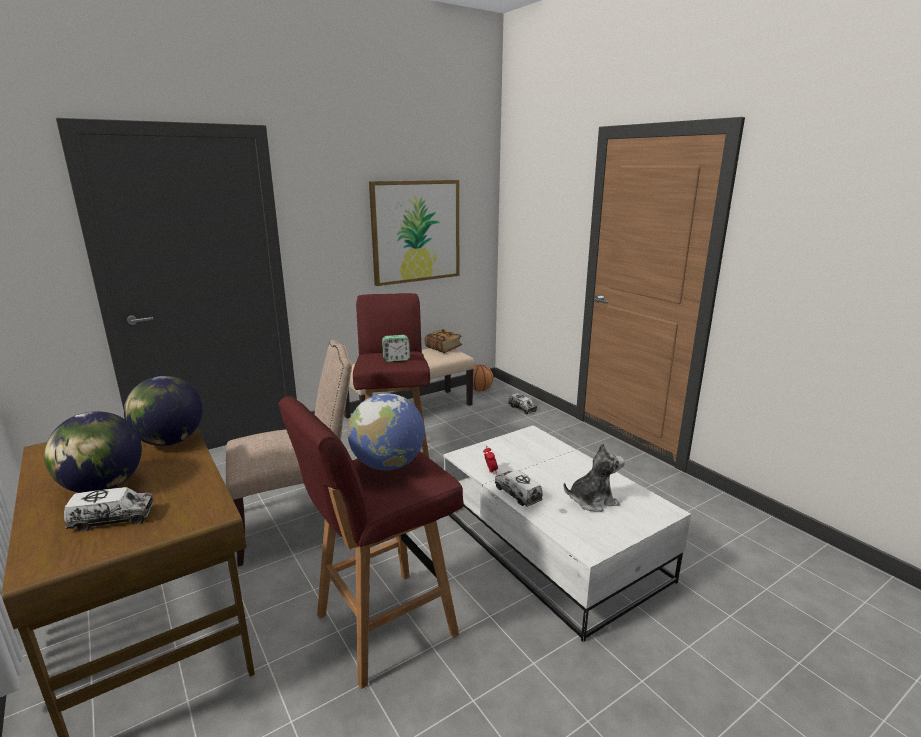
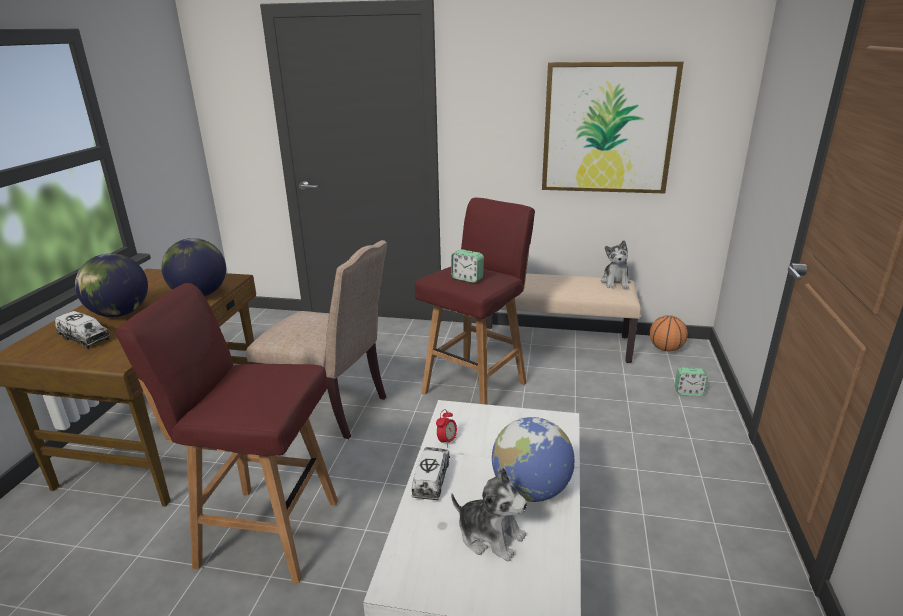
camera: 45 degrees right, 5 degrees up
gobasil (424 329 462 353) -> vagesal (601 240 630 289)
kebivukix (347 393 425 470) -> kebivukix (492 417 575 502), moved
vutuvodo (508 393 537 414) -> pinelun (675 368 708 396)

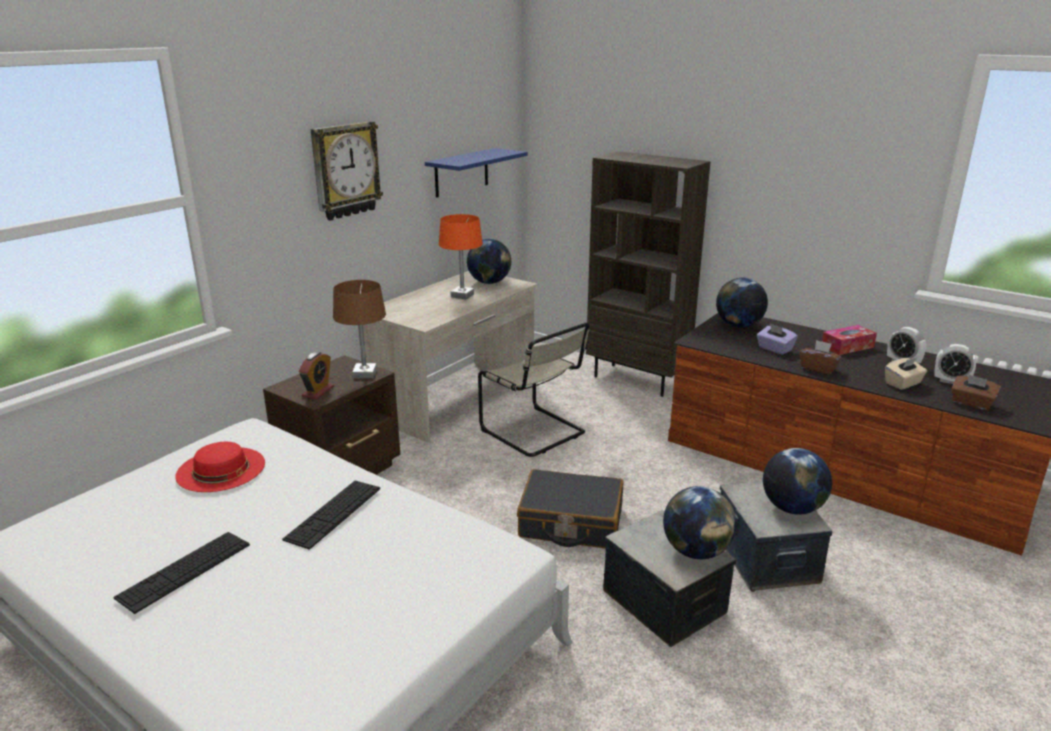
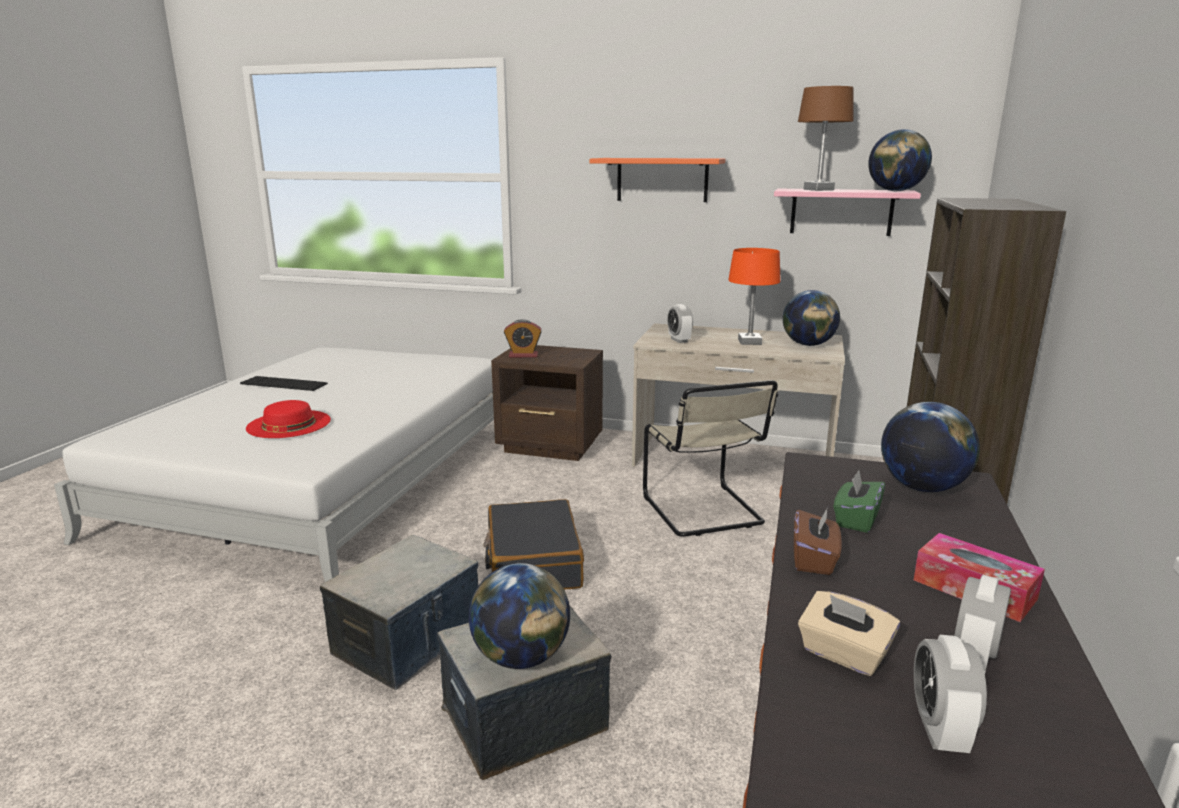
camera: 70 degrees right, 5 degrees down
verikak (310 121 383 221) -> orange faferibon (590 158 725 202)
blue faferibon (425 148 528 198) -> pink faferibon (774 189 921 236)
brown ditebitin (333 280 386 379) -> brown ditebitin (798 86 853 191), moved
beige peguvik (478 322 590 457) -> beige peguvik (643 380 779 537), 45 degrees counterclockwise
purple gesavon (757 323 798 355) -> green gesavon (833 470 885 533)
brown gesavon (951 374 1001 410) -> none
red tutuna (175 442 265 492) -> red tutuna (246 400 331 438), moved
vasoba (282 481 380 550) -> none
kebivukix (663 486 736 559) -> kebivukix (868 129 932 191), moved
none -> pinelun (667 304 693 343)

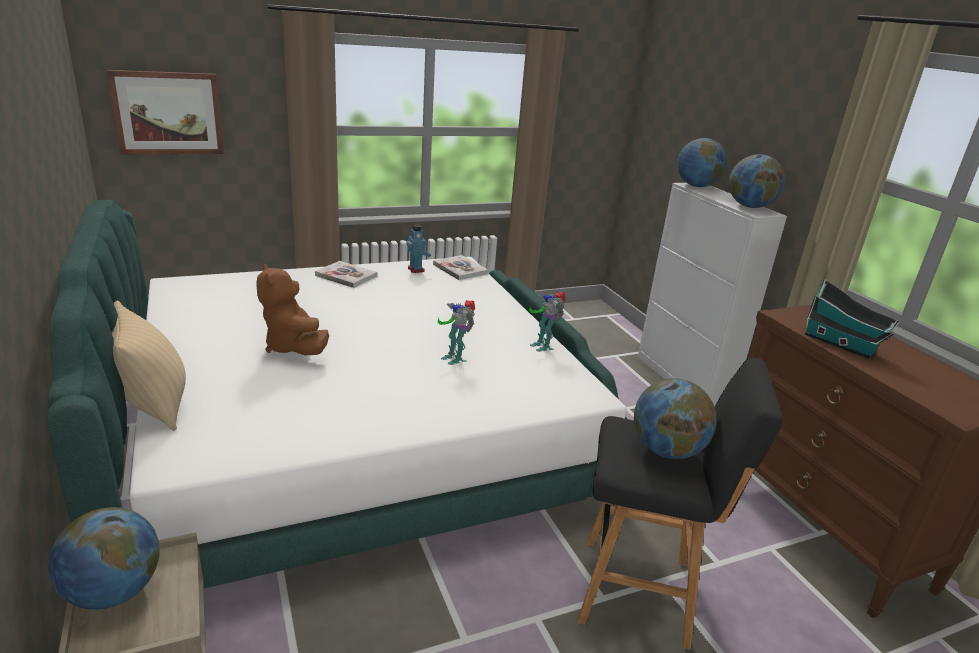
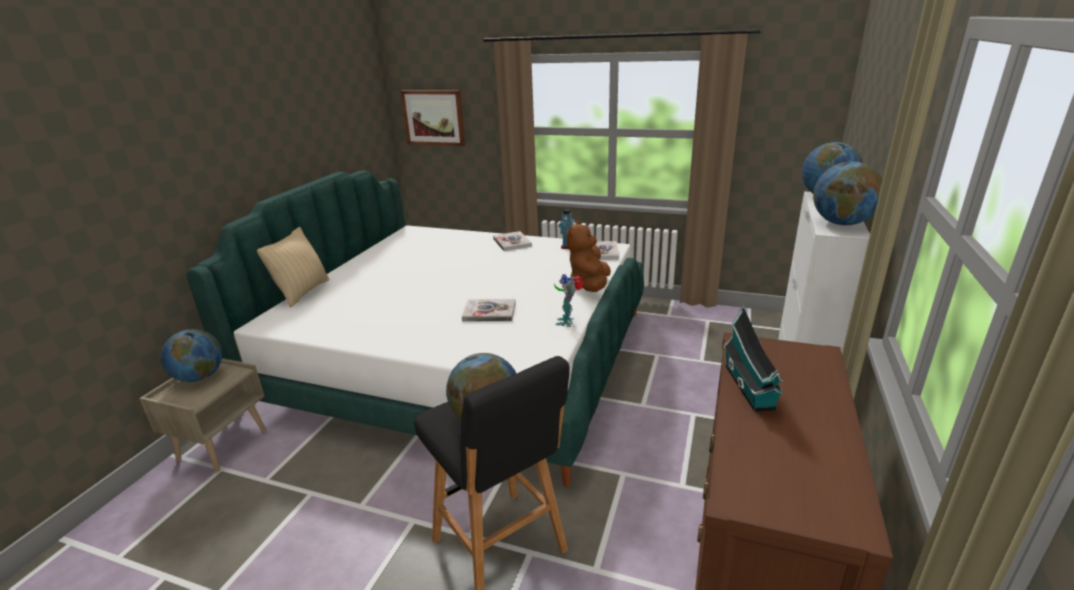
camera: 45 degrees right, 0 degrees up
brown vagesal (257 263 329 355) -> brown vagesal (566 221 611 292), moved
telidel (438 300 475 365) -> gobasil (462 299 516 322)

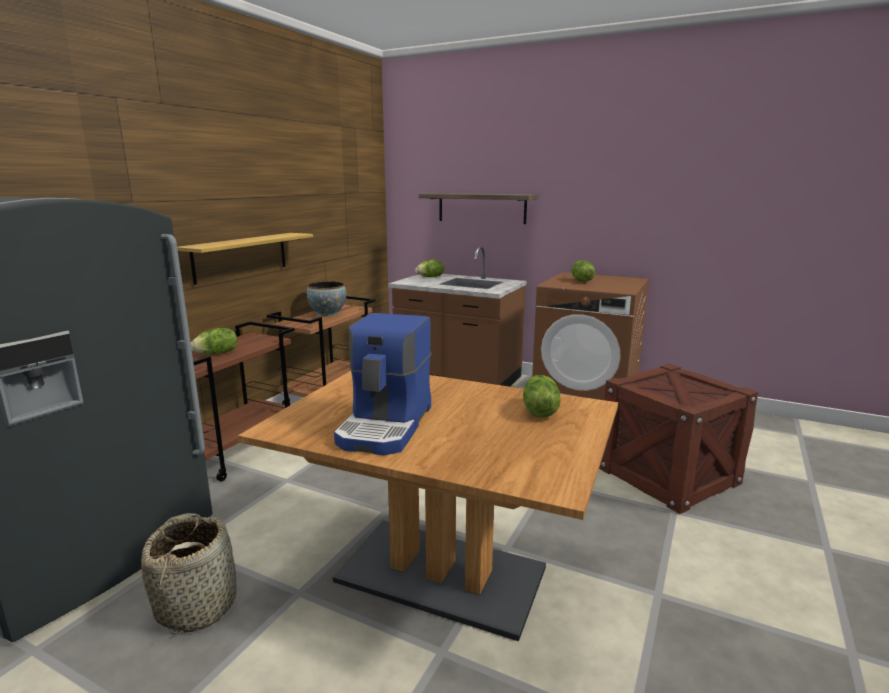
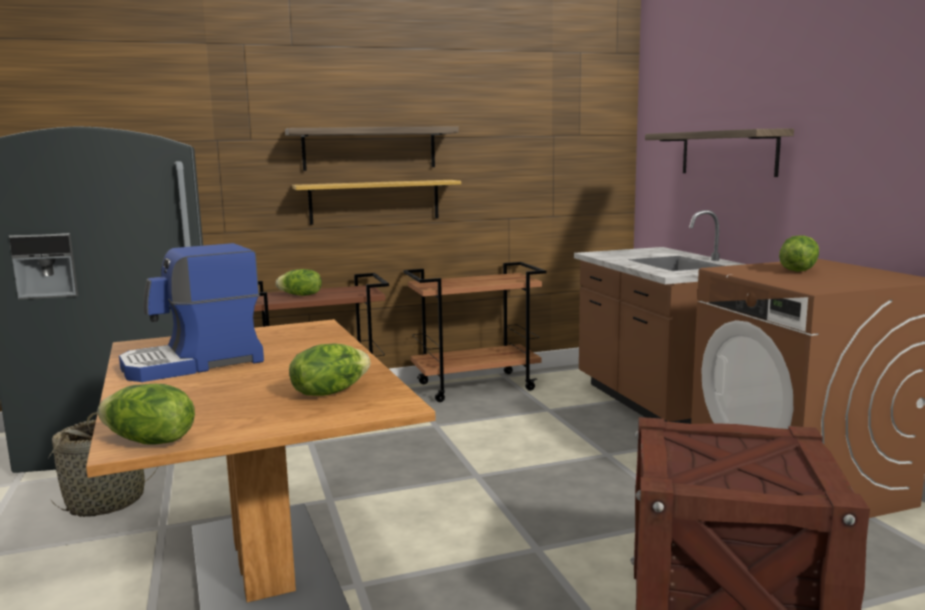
camera: 45 degrees right, 5 degrees down
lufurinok (415 260 444 277) -> lufurinok (97 384 195 445), moved
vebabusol (307 281 346 316) -> none
none -> faferibon (285 126 459 171)

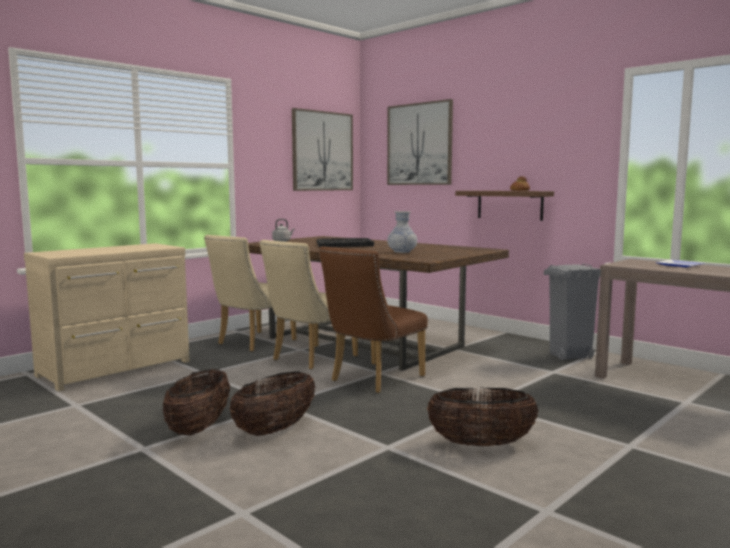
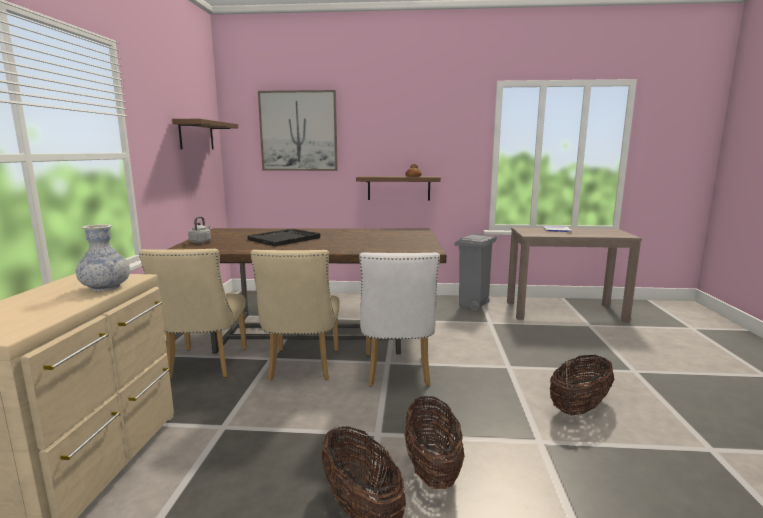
camera: 40 degrees left, 5 degrees up
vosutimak (292 108 353 191) -> brown faferibon (172 119 238 149)
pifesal (387 211 417 253) -> pifesal (76 224 130 291), moved
brown peguvik (319 246 428 393) -> white peguvik (359 252 440 386)

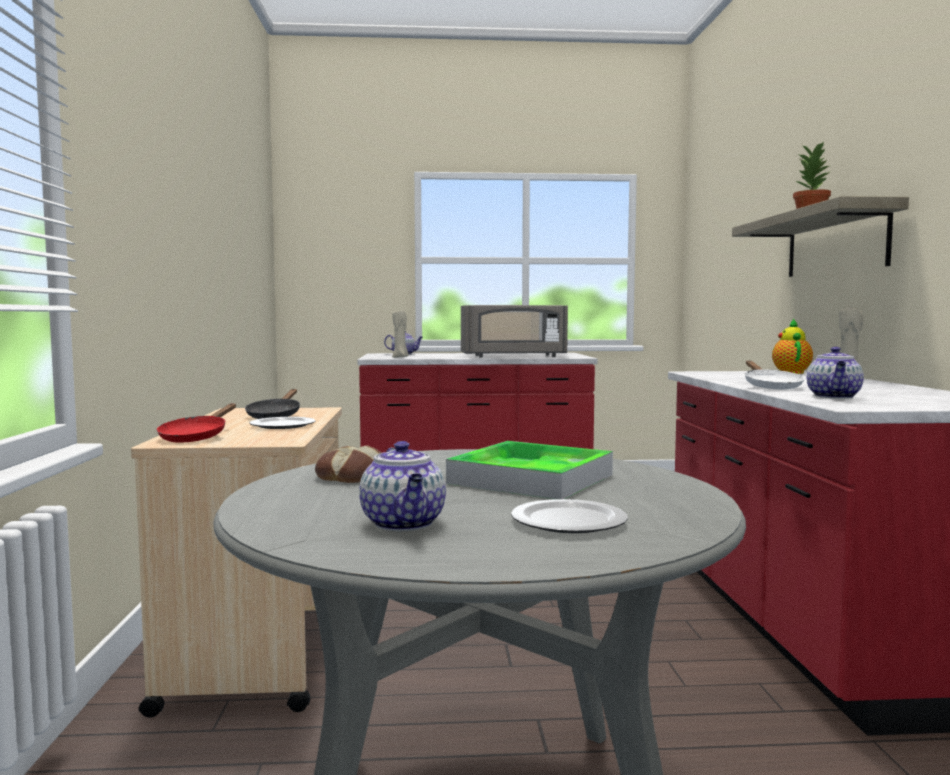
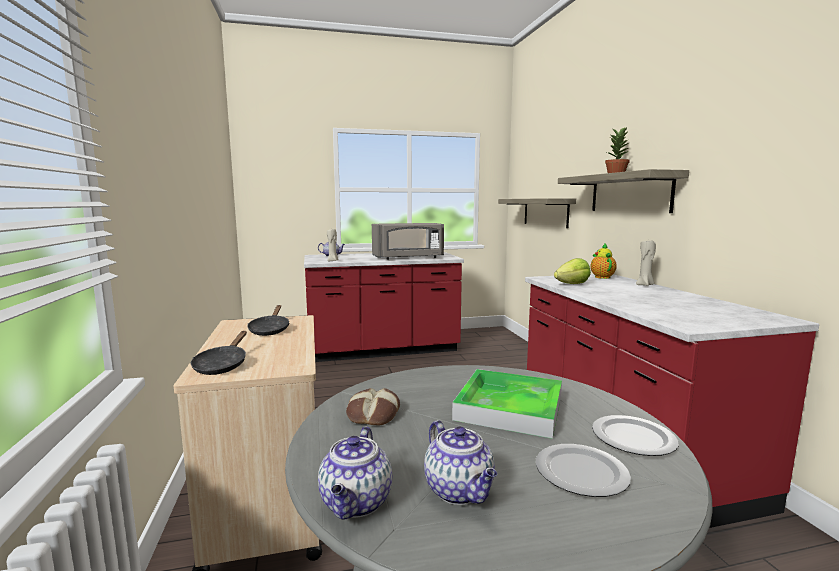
camera: 10 degrees left, 5 degrees up
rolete (806 347 864 399) -> rolete (318 426 392 520), moved
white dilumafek (744 361 805 389) -> none
red dilumafek (157 403 236 443) -> black dilumafek (191 331 247 375)
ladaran (250 417 316 429) -> ladaran (592 415 679 456), moved
none -> faferibon (498 198 576 228)
none -> lufurinok (554 258 591 284)

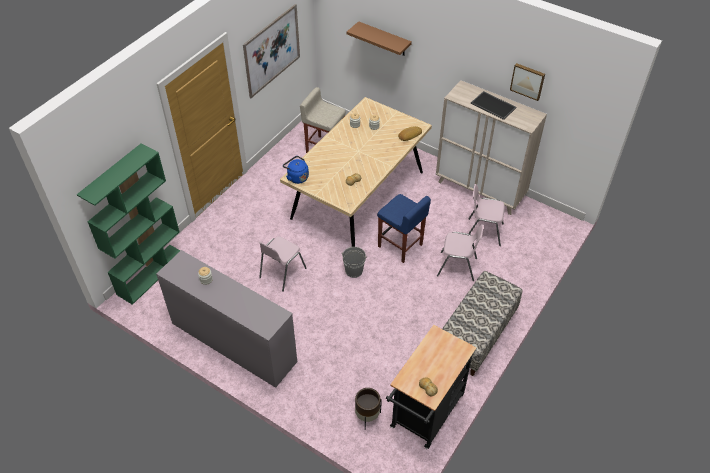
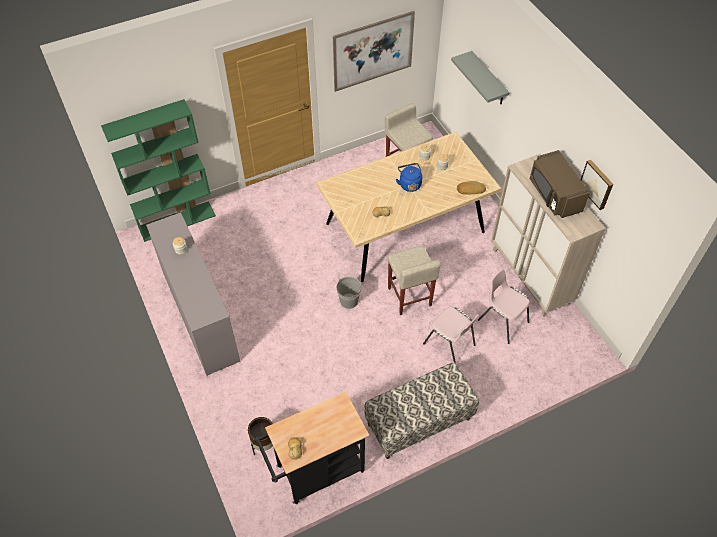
camera: 30 degrees right, 5 degrees up
brown faferibon (347 21 412 56) -> grey faferibon (451 51 509 104)
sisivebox (471 91 516 120) -> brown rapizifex (530 150 590 218)
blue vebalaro (283 156 309 184) -> blue vebalaro (396 163 422 192), moved
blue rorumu (377 194 431 263) -> beige rorumu (388 246 441 315)
pink peguvik (259 236 307 292) -> none

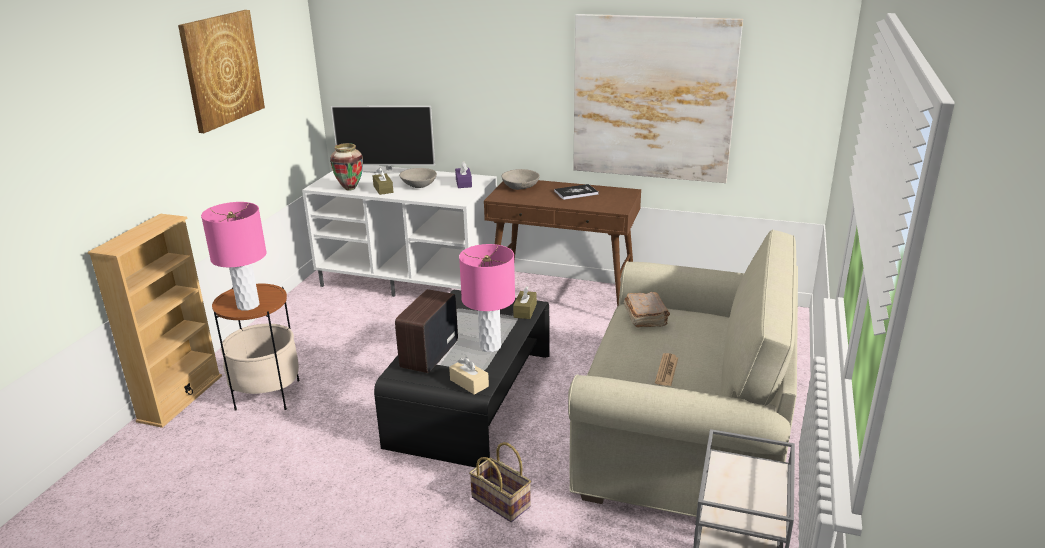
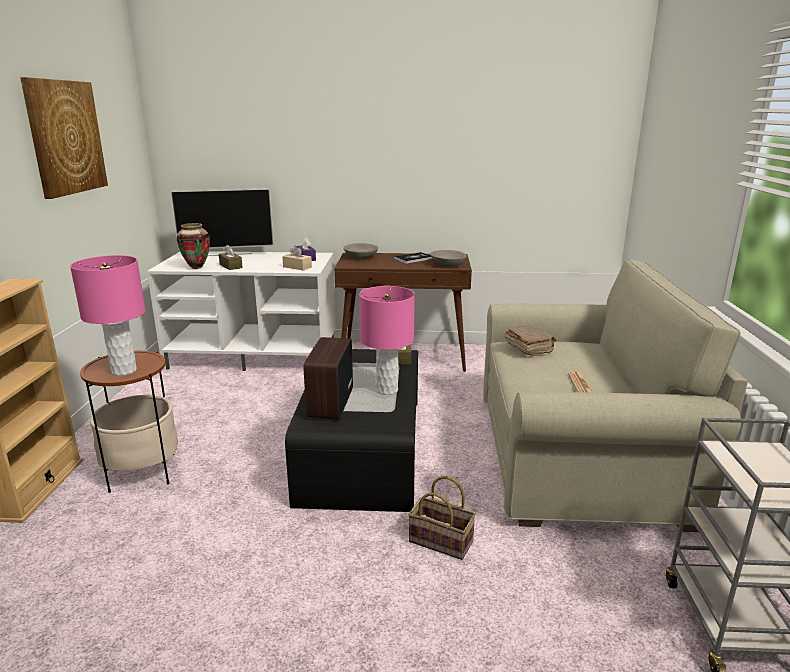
camera: 15 degrees left, 5 degrees down
vosutimak (573 14 743 183) -> none
grey vebabusol (399 168 437 188) -> grey vebabusol (430 250 467 267), moved
beige gesavon (449 357 489 395) -> beige gesavon (282 245 312 271), moved

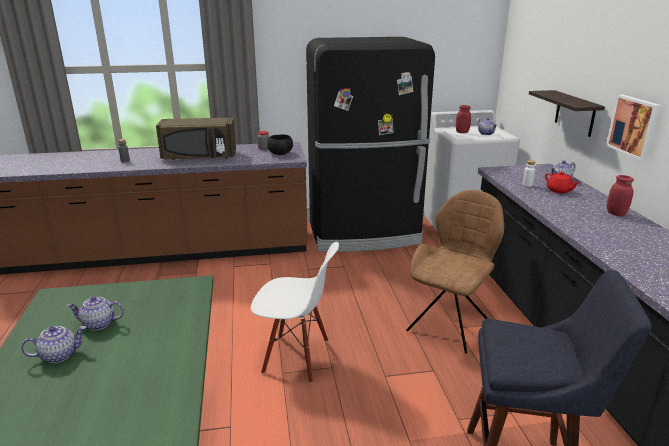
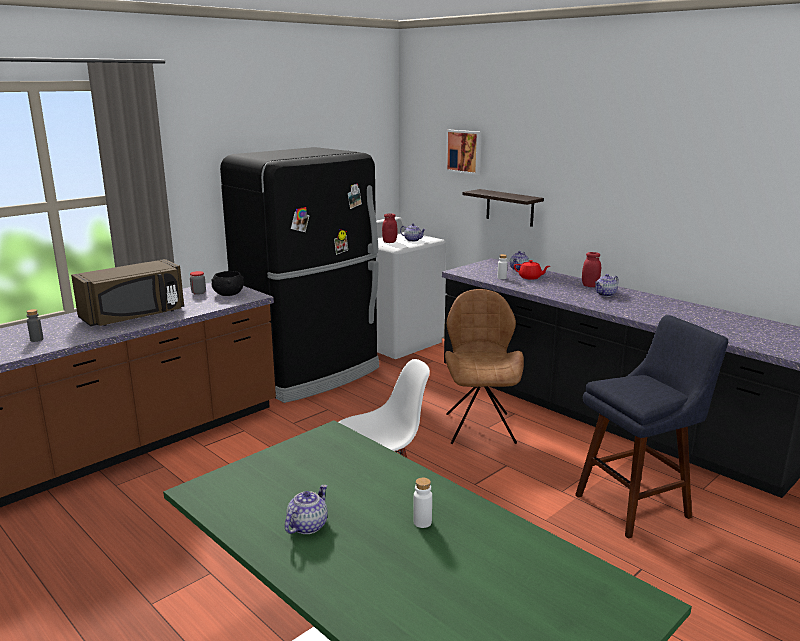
camera: 35 degrees left, 5 degrees down
vosutimak (606 95 661 161) -> vosutimak (446 130 482 175), moved
rolete (67 296 124 331) -> rolete (595 274 619 297), moved
none -> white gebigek (413 478 432 528)

